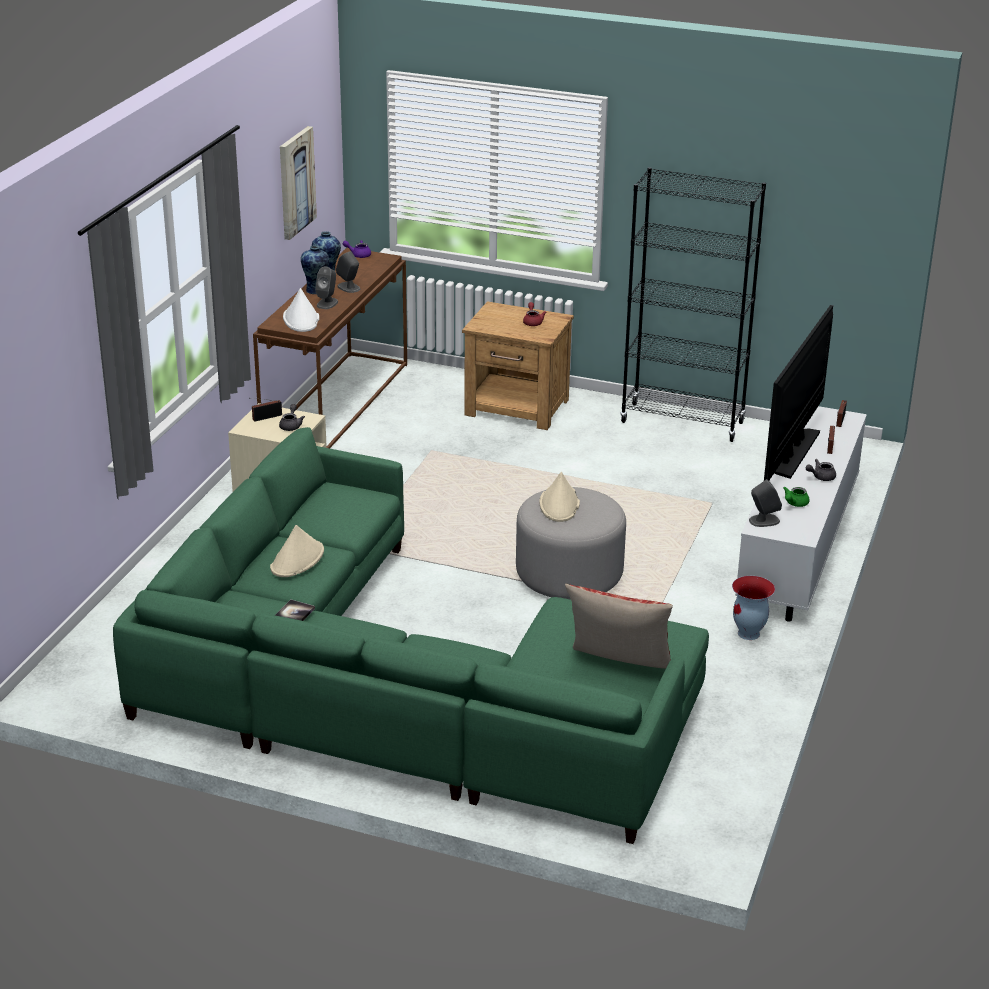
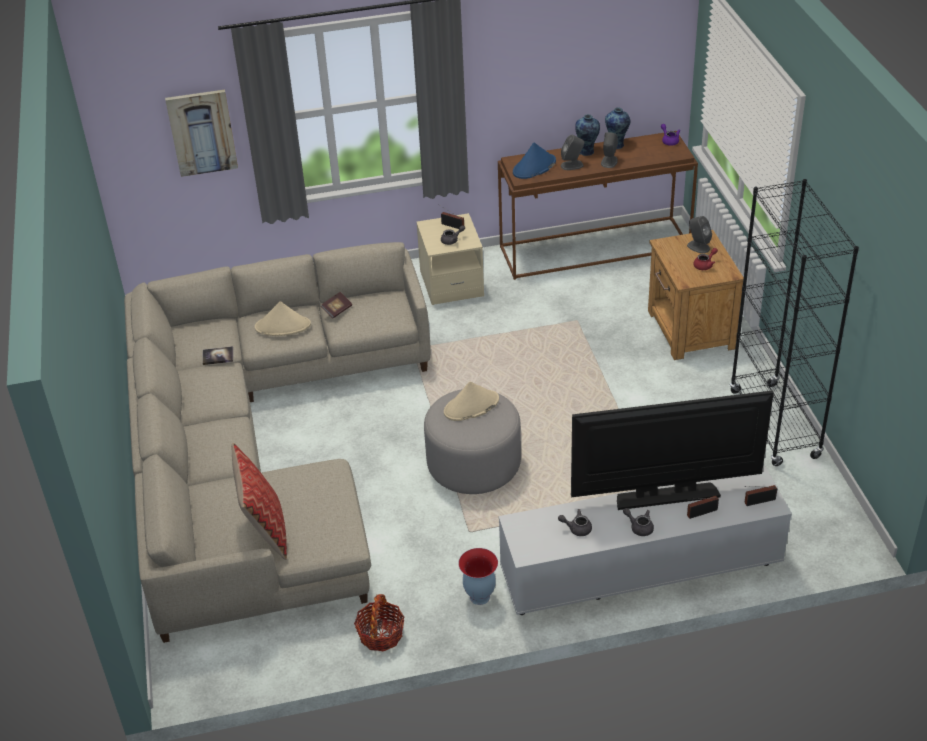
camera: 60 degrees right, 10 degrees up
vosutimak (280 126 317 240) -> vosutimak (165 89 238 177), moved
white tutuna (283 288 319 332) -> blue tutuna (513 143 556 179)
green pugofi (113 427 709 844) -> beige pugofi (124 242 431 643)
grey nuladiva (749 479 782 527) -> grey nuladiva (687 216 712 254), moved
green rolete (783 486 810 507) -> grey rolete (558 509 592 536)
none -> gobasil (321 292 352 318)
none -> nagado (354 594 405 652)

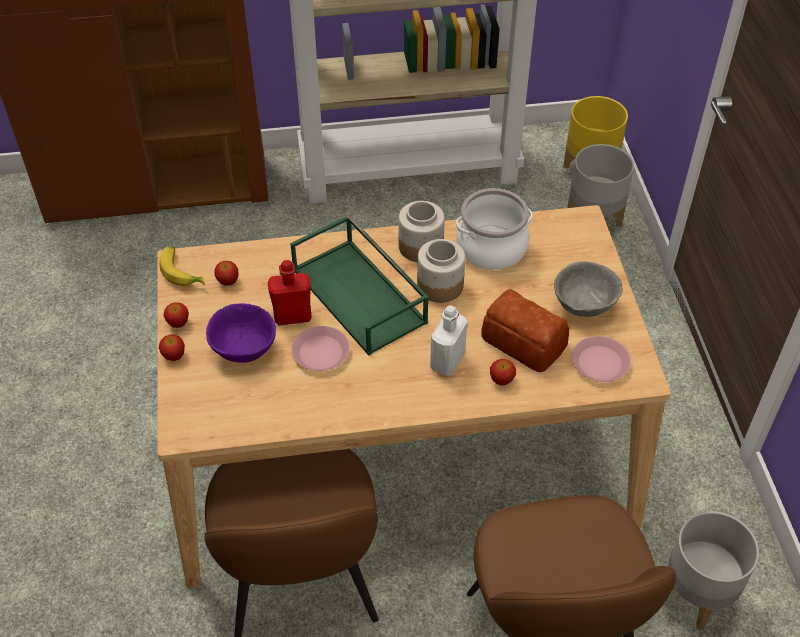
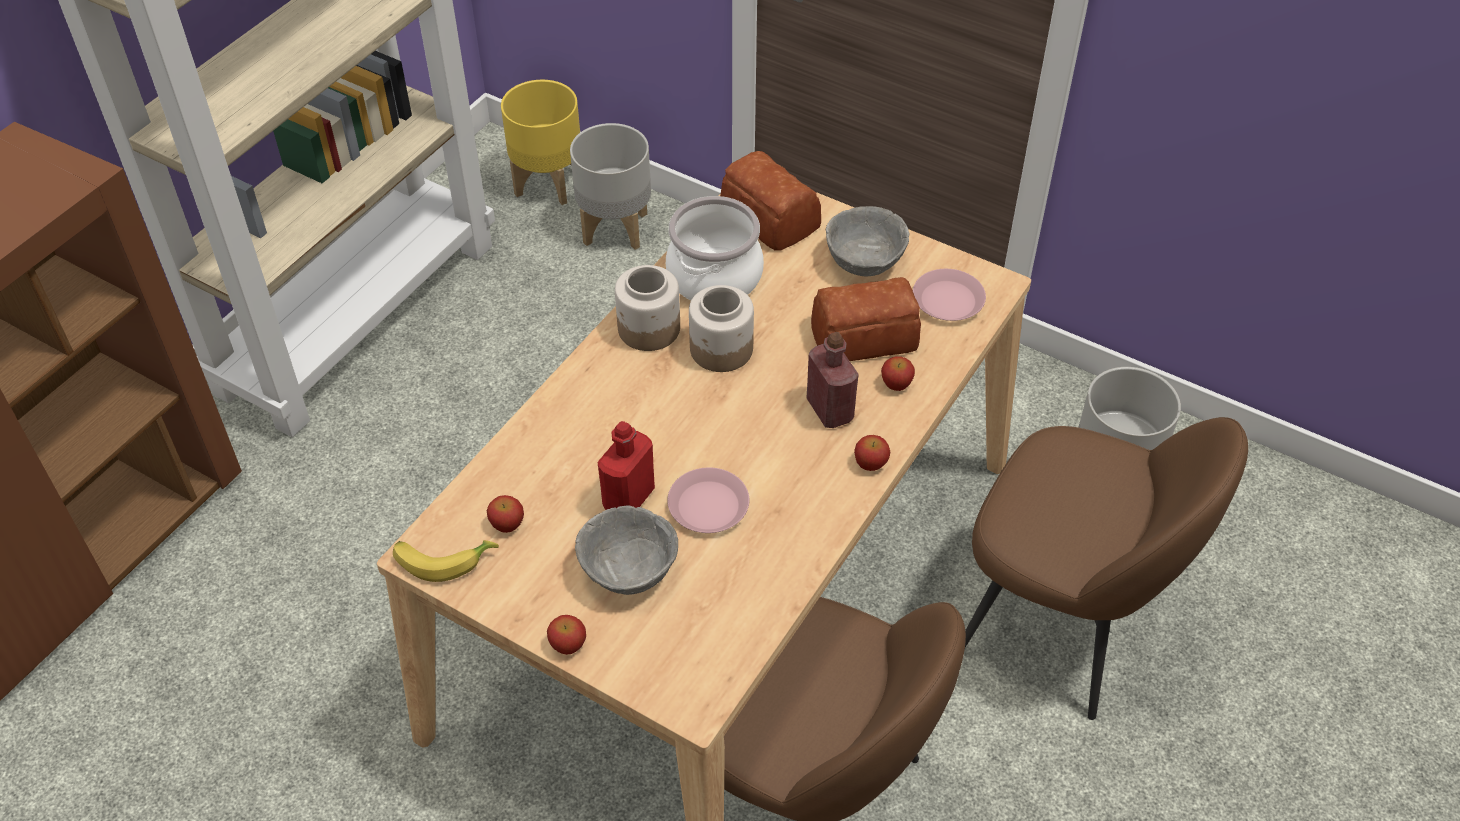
camera: 50 degrees left, 0 degrees up
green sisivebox (290 215 429 355) -> none
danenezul (164 302 189 328) -> danenezul (854 435 890 471), moved
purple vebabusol (206 303 276 363) -> grey vebabusol (575 506 678 595)
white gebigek (430 305 468 376) -> red gebigek (807 332 859 428)
none -> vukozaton (720 151 821 251)

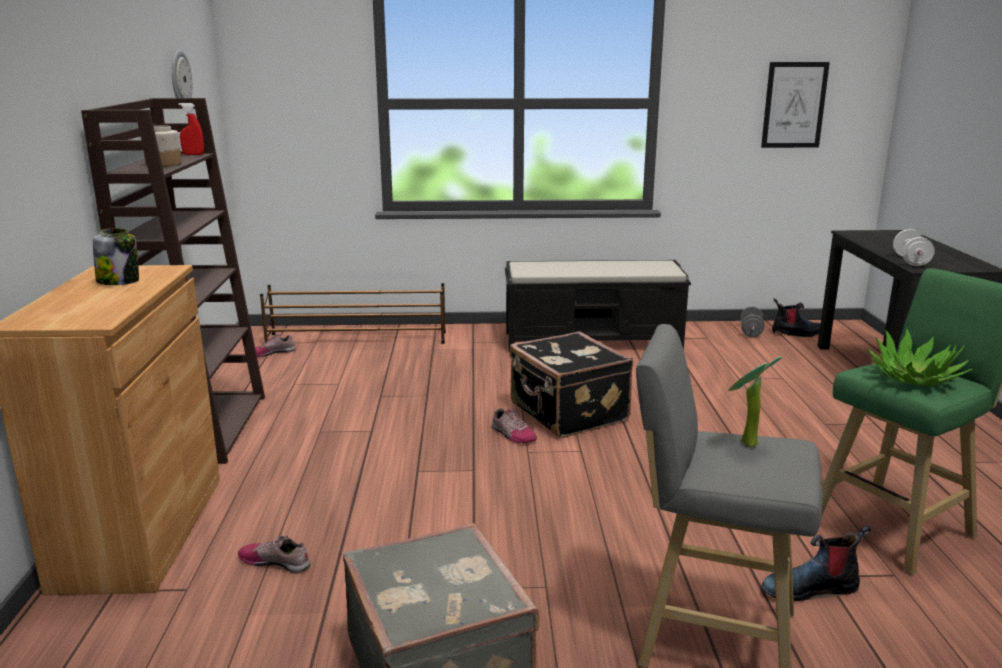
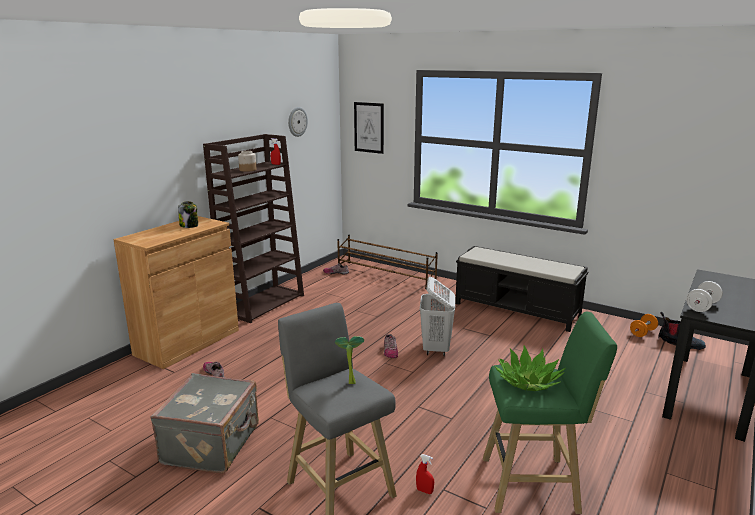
camera: 35 degrees right, 0 degrees up
vosutimak (761 62 830 148) -> vosutimak (354 102 384 154), moved
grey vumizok (741 306 765 337) -> orange vumizok (630 314 658 337)
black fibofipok (509 331 633 438) -> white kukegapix (420 277 455 356)
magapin (762 525 871 601) -> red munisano (416 454 434 494)

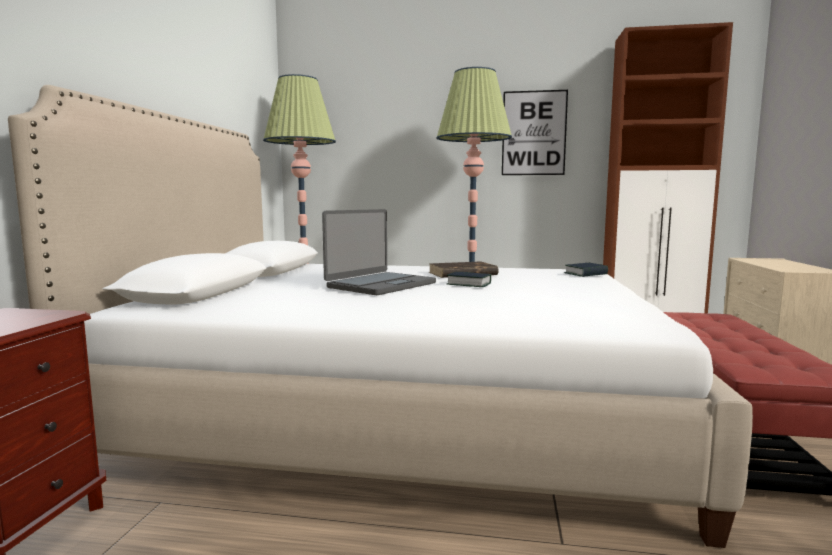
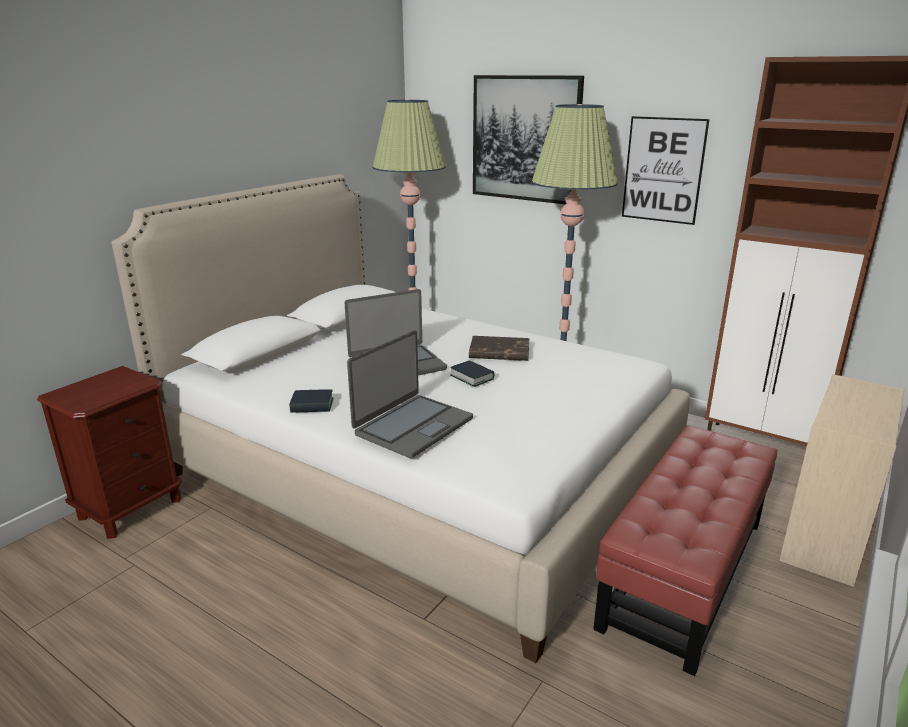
camera: 25 degrees right, 15 degrees up
gobasil (564 263 608 277) -> gobasil (289 389 333 413), moved
none -> vosutimak (473 75 584 204)
none -> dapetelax (347 330 473 458)

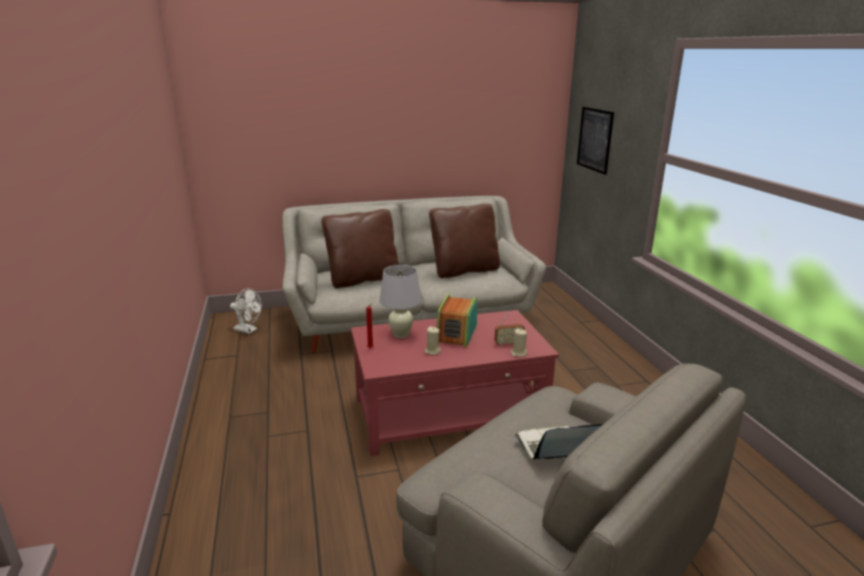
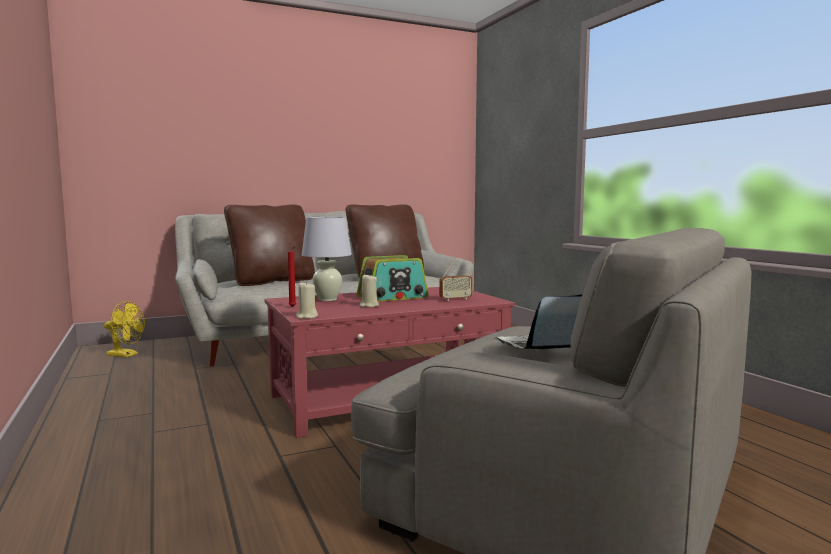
camera: 10 degrees left, 15 degrees down
vosutimak (577 106 614 175) -> none
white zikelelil (230 288 262 334) -> yellow zikelelil (104 301 145 357)
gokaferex (437 294 477 348) -> gokaferex (357 255 428 302), 120 degrees counterclockwise
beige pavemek (511 329 528 357) -> beige pavemek (296 281 318 319), moved

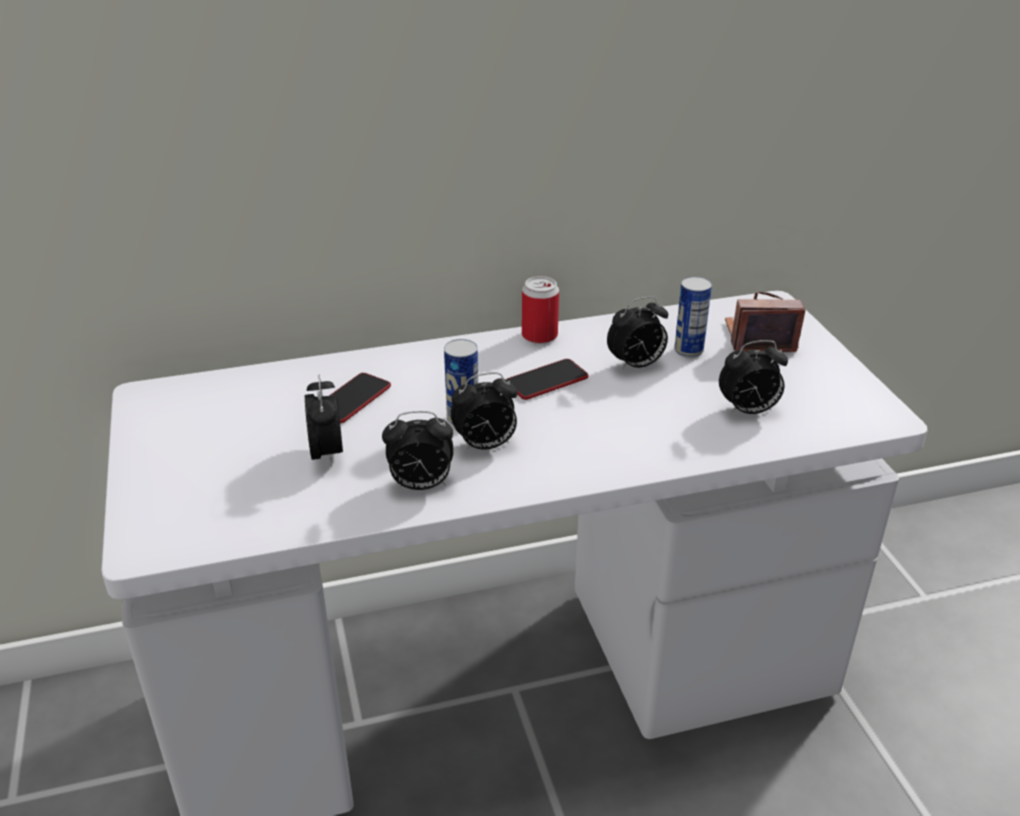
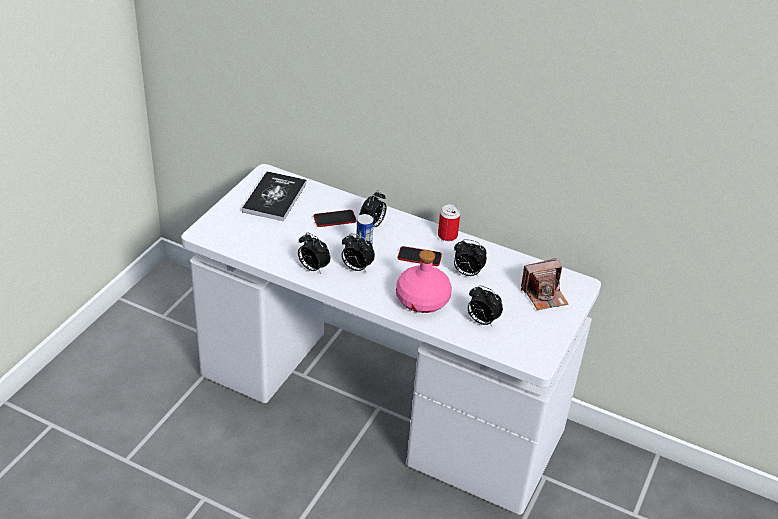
camera: 40 degrees right, 5 degrees up
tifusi (674 276 712 358) -> none
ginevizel (725 292 805 352) -> ginevizel (521 258 568 310), 120 degrees clockwise
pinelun (305 375 343 467) -> pinelun (359 190 387 227), moved
none -> gobasil (242 171 306 221)
none -> pink gebigek (396 250 452 313)

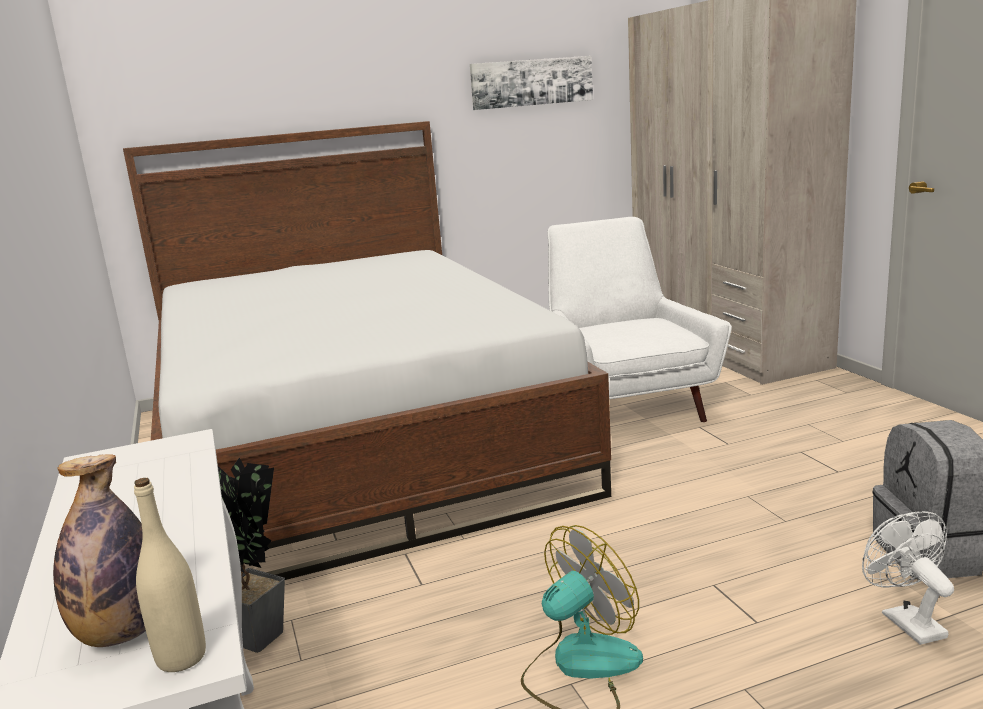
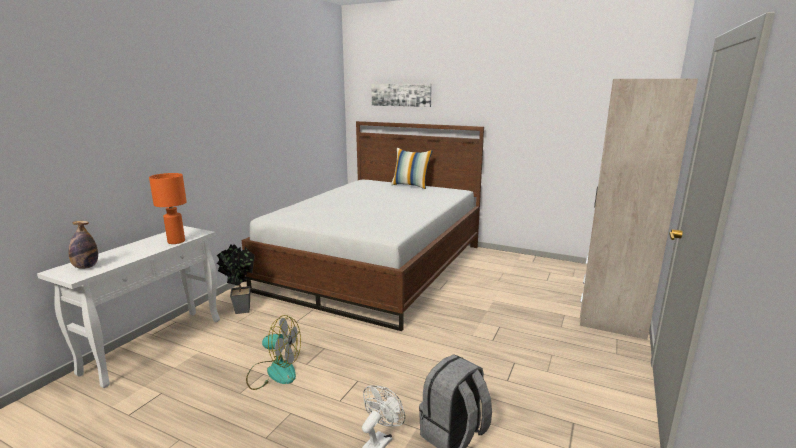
camera: 45 degrees right, 0 degrees up
vosutimak (470 56 593 110) -> vosutimak (371 84 432 107), moved
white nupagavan (547 217 732 422) -> none
beige gebigek (134 478 206 672) -> none
none -> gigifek (391 148 433 189)
none -> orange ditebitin (149 173 187 244)

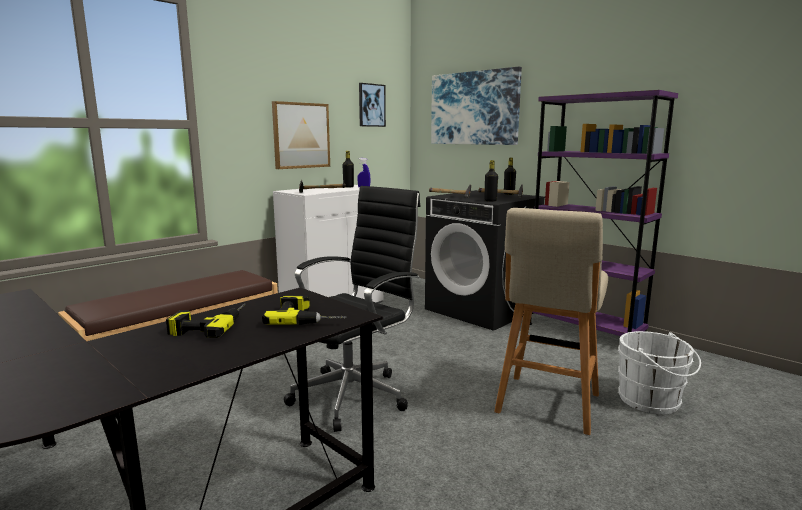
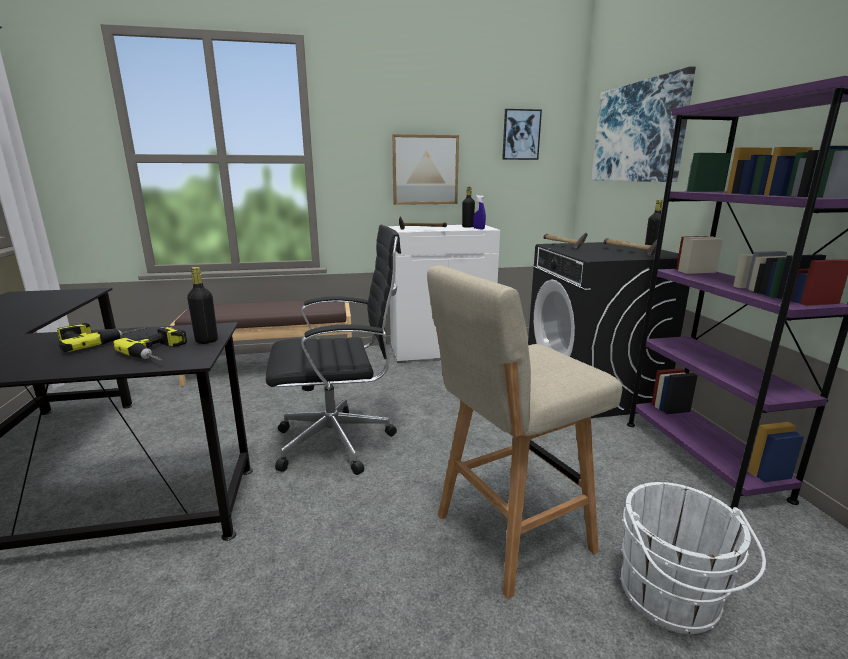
camera: 35 degrees right, 5 degrees up
black gebigek (484 160 498 202) -> black gebigek (187 267 218 344), moved

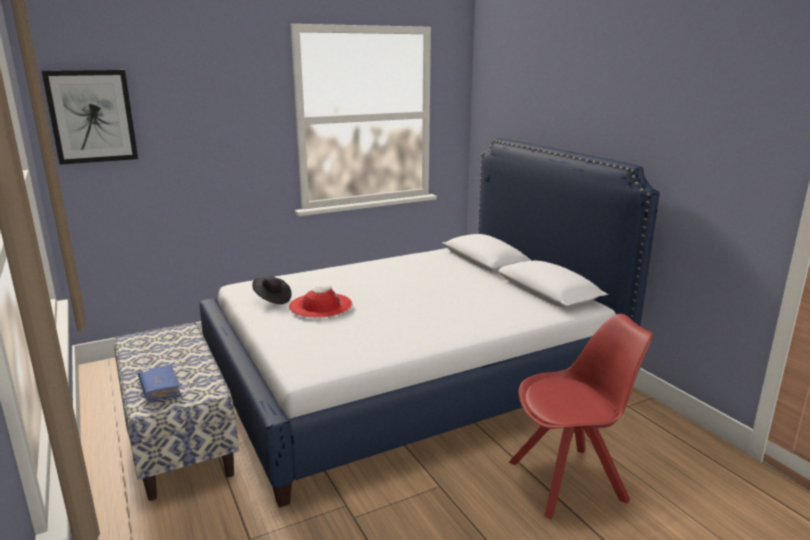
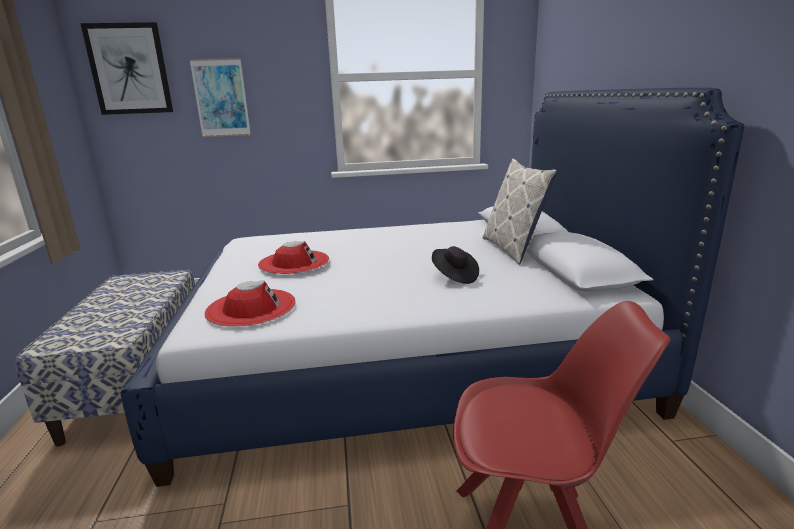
camera: 20 degrees right, 0 degrees up
black tutuna (252 276 292 304) -> black tutuna (432 246 479 284), moved
blue gobasil (138 365 182 401) -> none
none -> vosutimak (189 58 251 137)
none -> gigifek (482 158 557 265)
none -> red tutuna (204 280 296 327)

